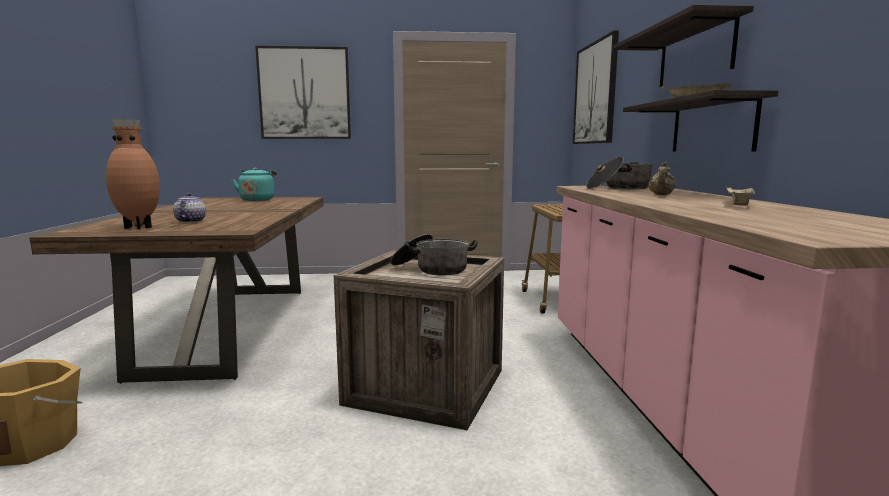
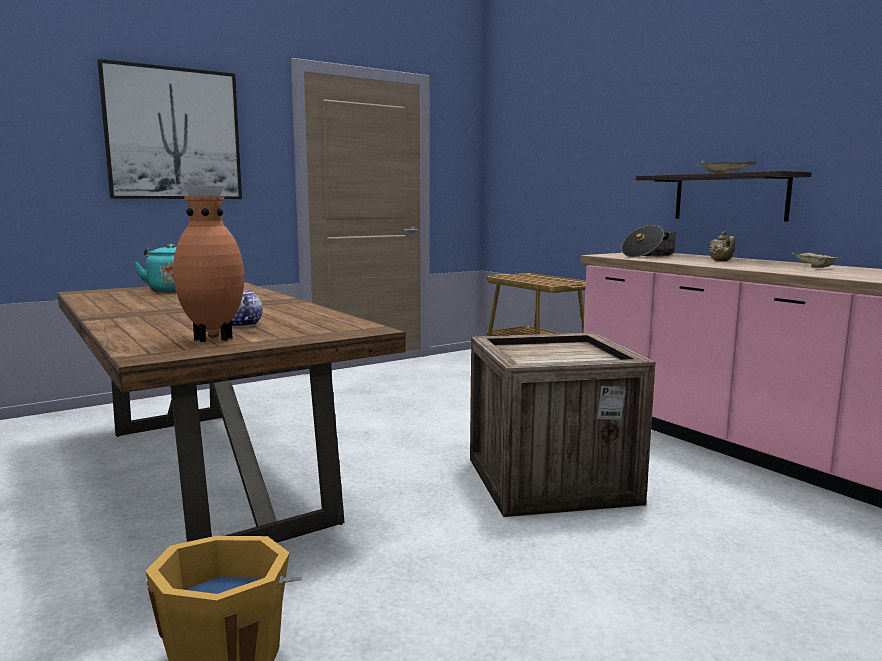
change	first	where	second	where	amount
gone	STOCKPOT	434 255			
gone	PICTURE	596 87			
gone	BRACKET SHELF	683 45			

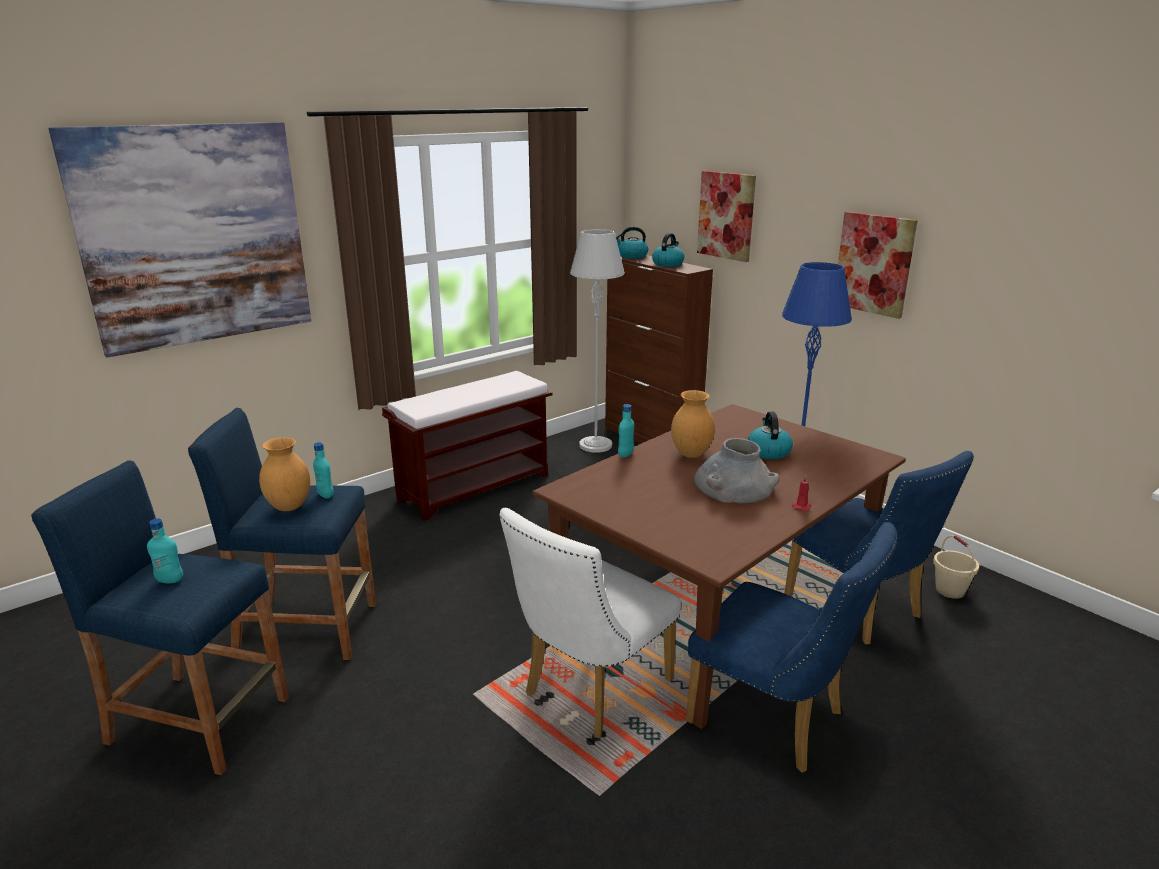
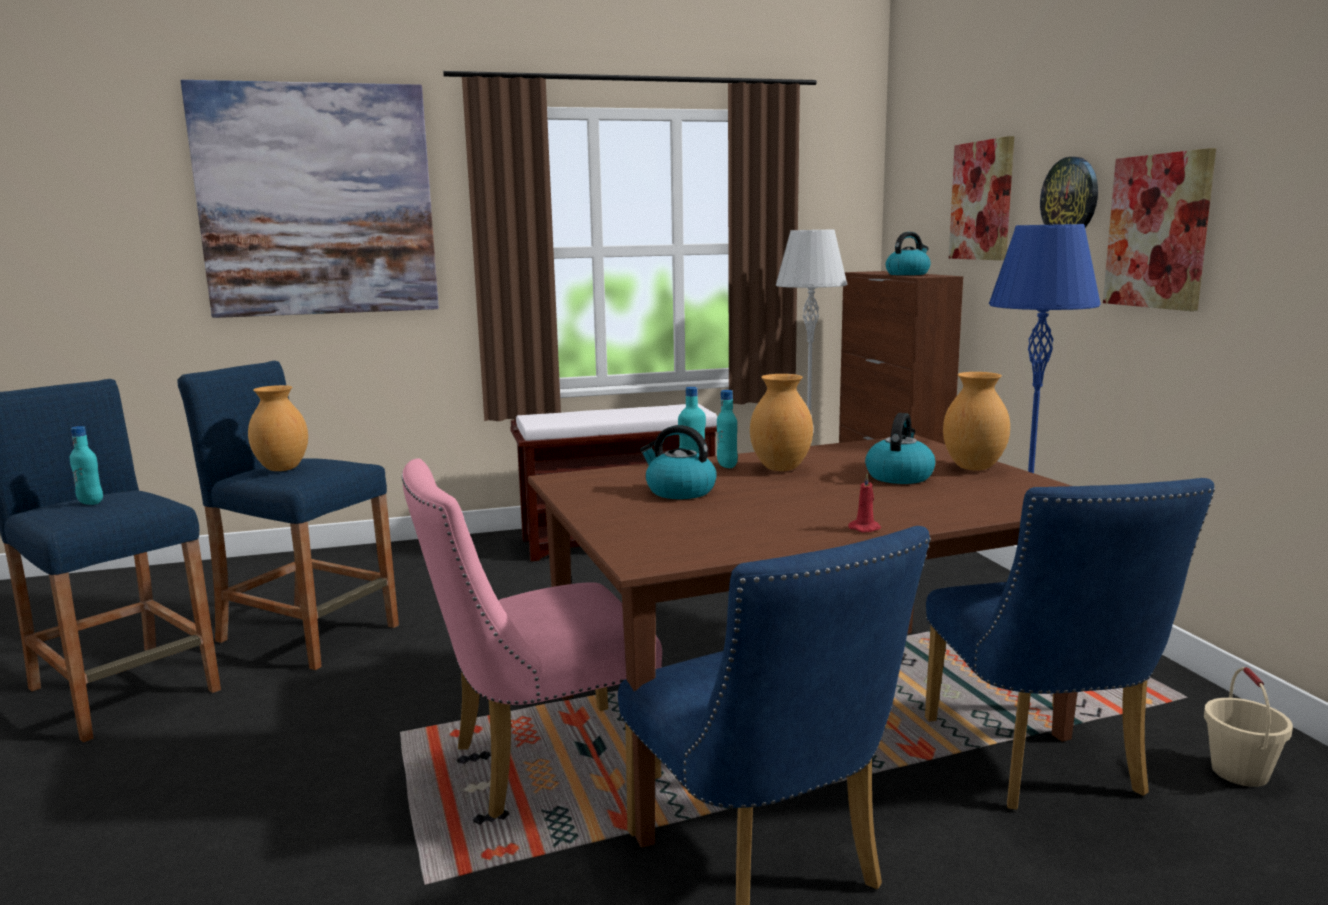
change	first	where	second	where	amount
gone	GRAY FLOWER VASE	737 470			
new			BROWN FLOWER VASE	976 421	
new			WALL CLOCK	1069 192	
shifted	BLUE-GREEN DRINK BOTTLE	323 470		727 429	
shifted	TEA KETTLE	632 242		678 462	
repainted	WHITE-COLOURED PLAIN CHAIR	590 623	PINK-COLOURED PLAIN CHAIR	532 638	

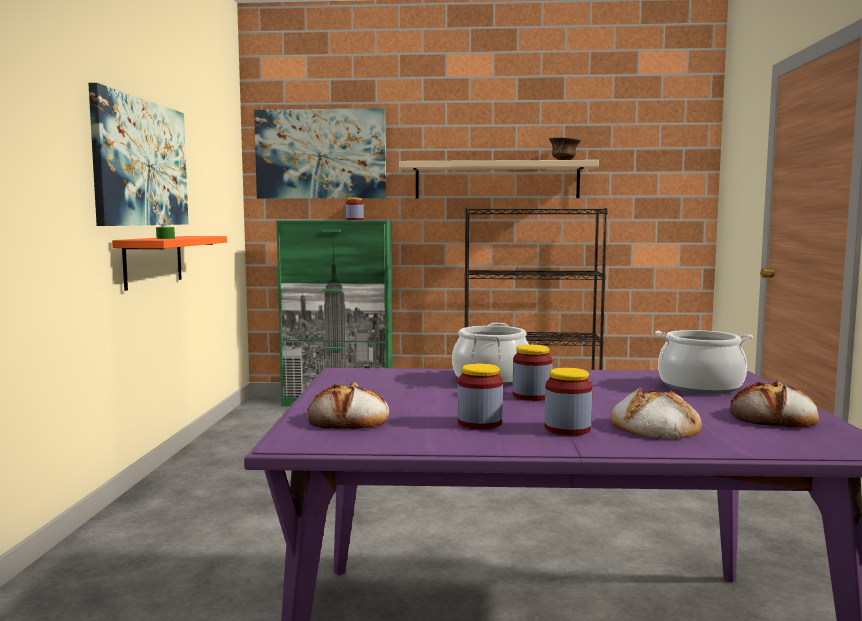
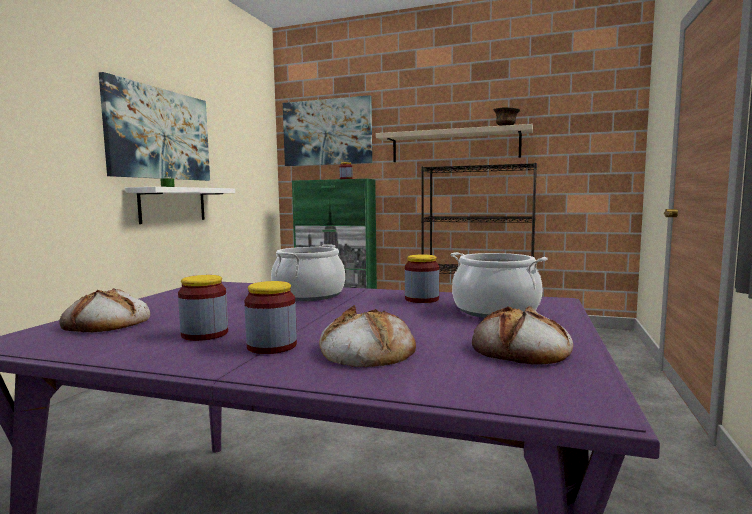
change	first	where	second	where	amount
shifted	JAR	532 373		422 279	
repainted	ORANGE BRACKET SHELF	169 263	WHITE-COLOURED BRACKET SHELF	180 205	

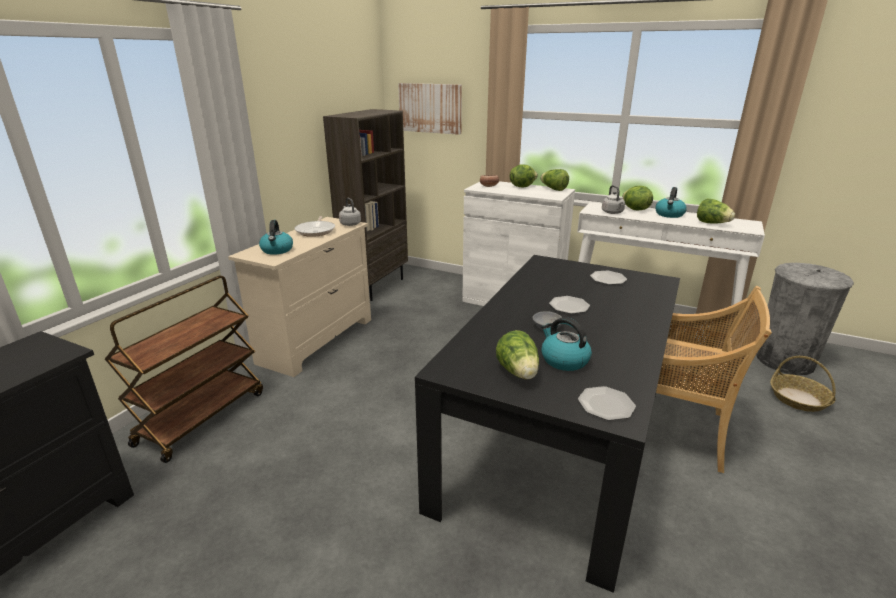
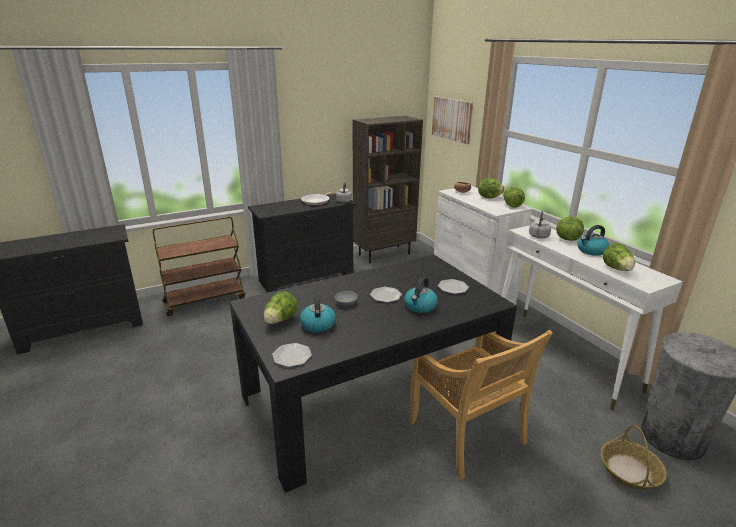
change	first	where	second	where	amount
shifted	TEA KETTLE	276 237		421 295	
repainted	BEIGE CHEST OF DRAWERS	299 297	BLACK CHEST OF DRAWERS	302 243	

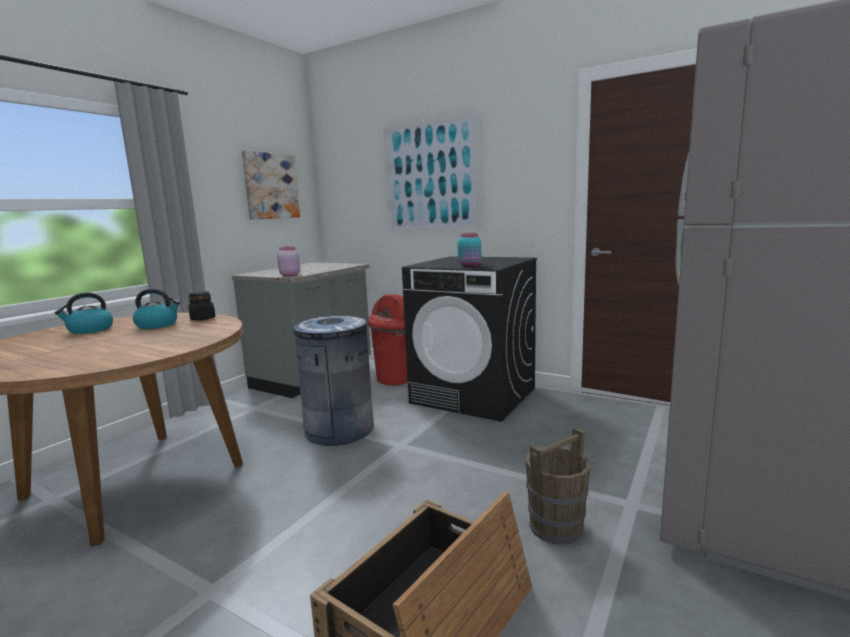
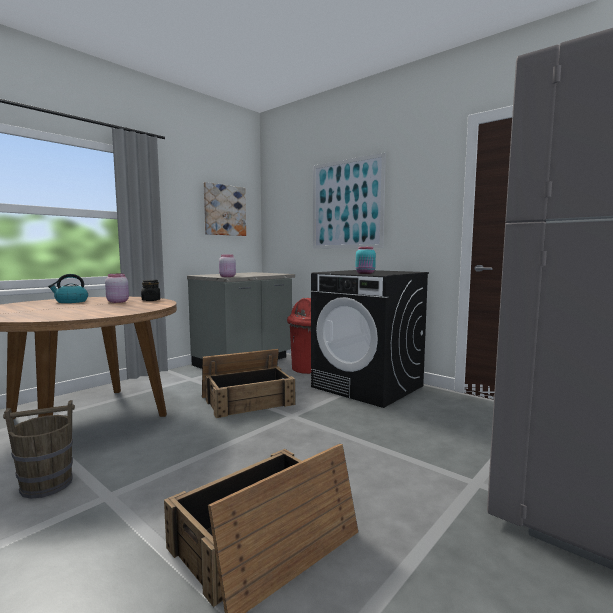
change	first	where	second	where	amount
shifted	BROWN WATER BUCKET	558 486		39 449	
swapped	TEA KETTLE	156 308	PINK-COLOURED JAR	117 288	
swapped	GRAY TRASH CAN	333 381	CRATE	248 383	

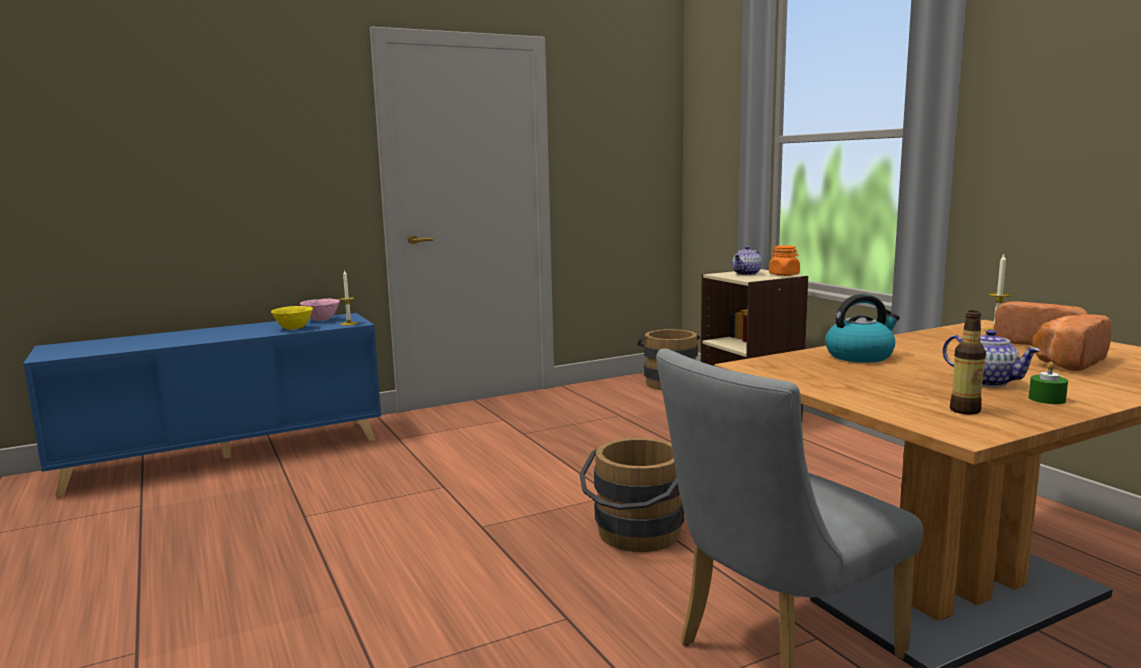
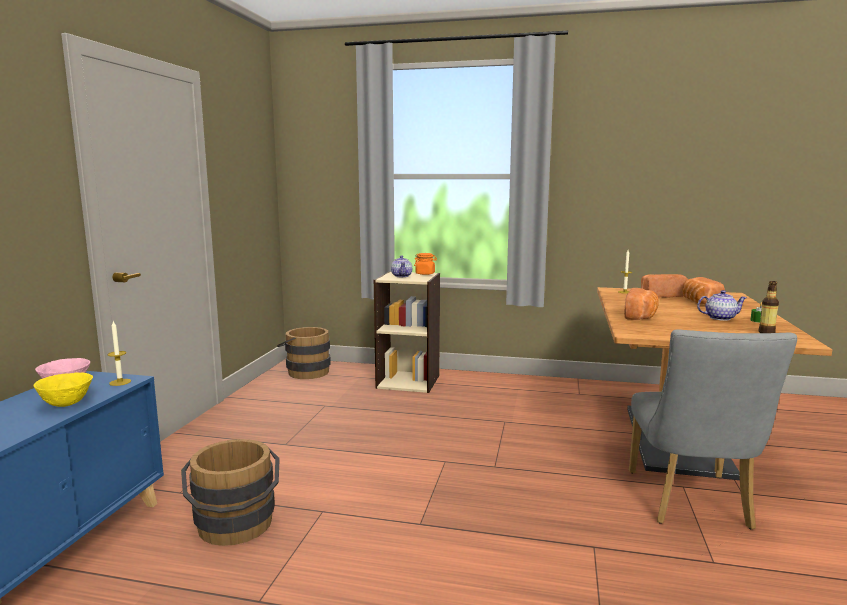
change	first	where	second	where	amount
shifted	BROWN WATER BUCKET	631 495		230 492	
swapped	TEA KETTLE	862 328	BAKERY BREAD	641 304	

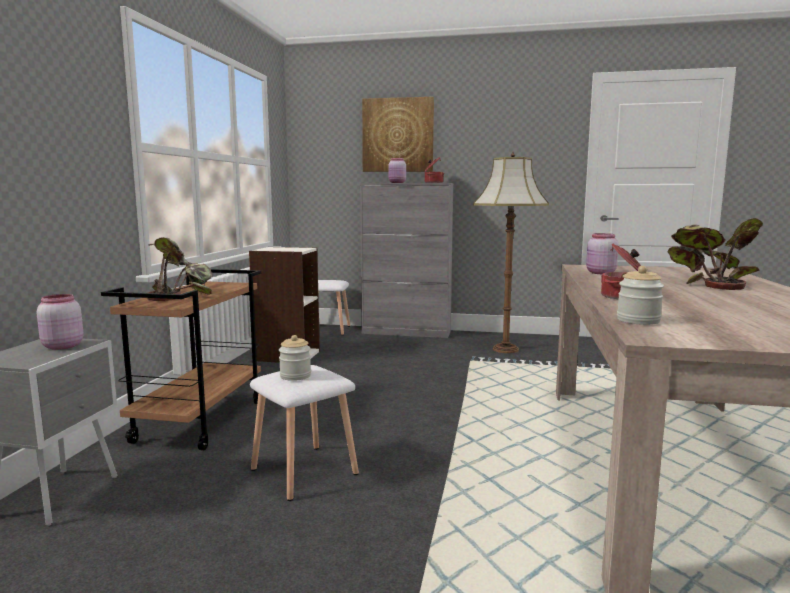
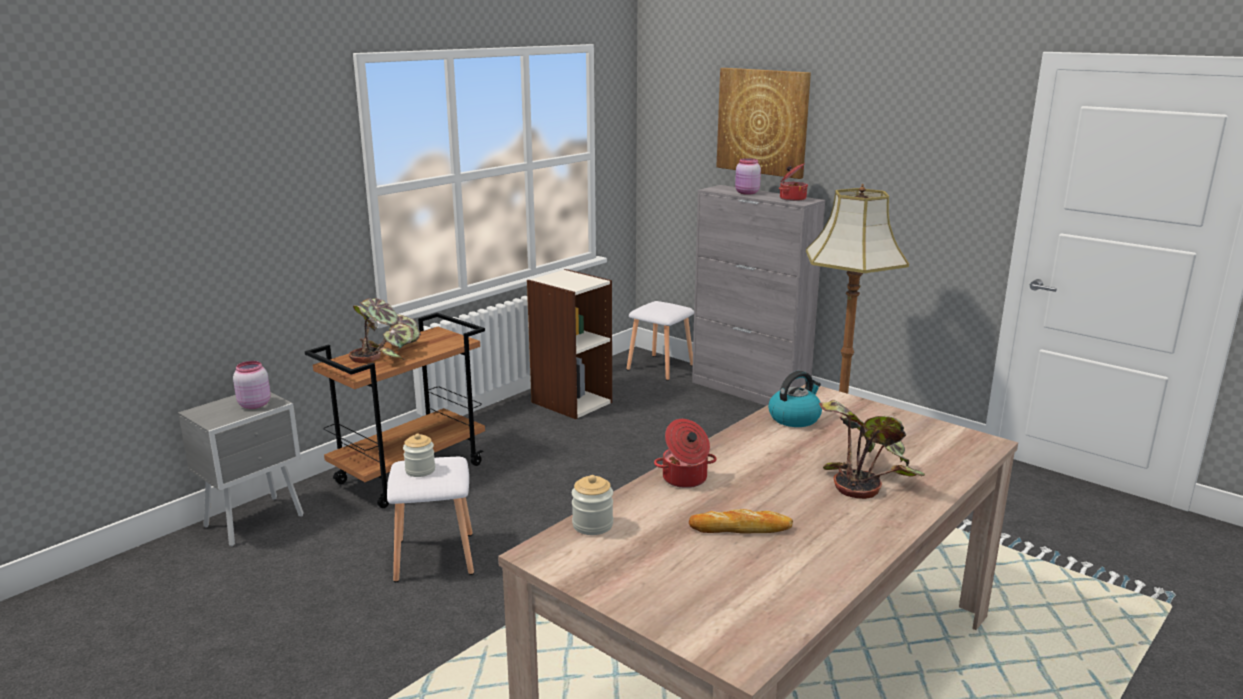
change	first	where	second	where	amount
new			BAKERY BREAD	741 521	
swapped	PINK-COLOURED JAR	602 253	TEA KETTLE	795 399	

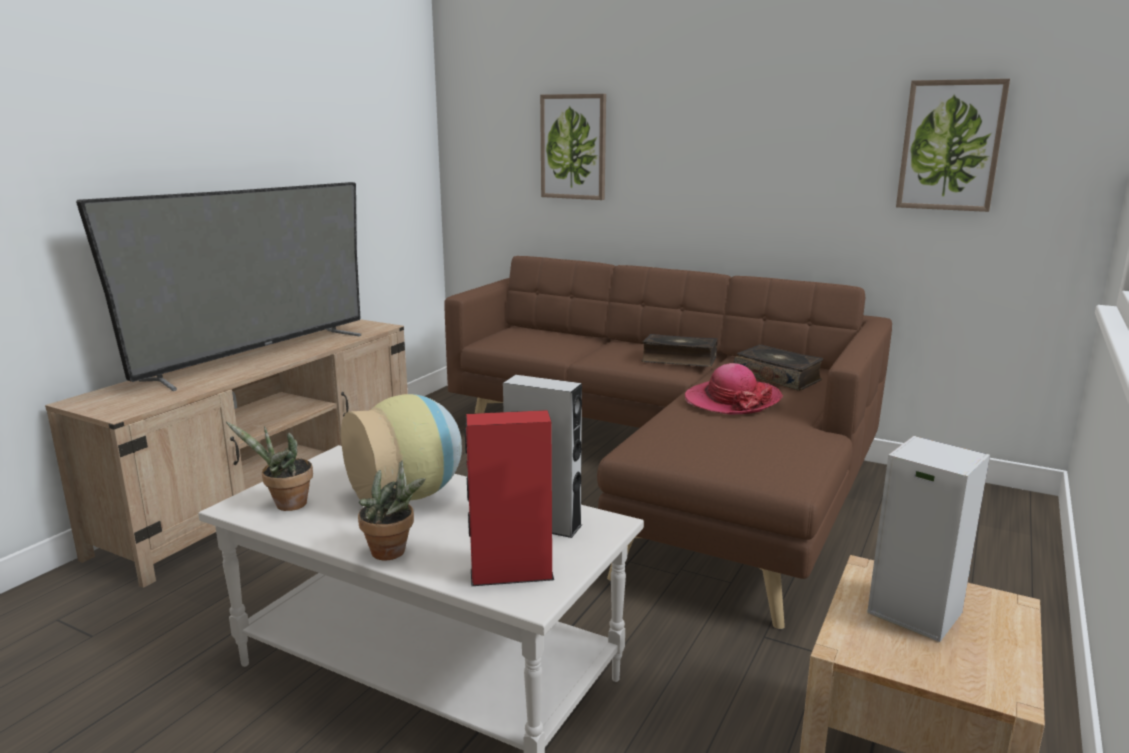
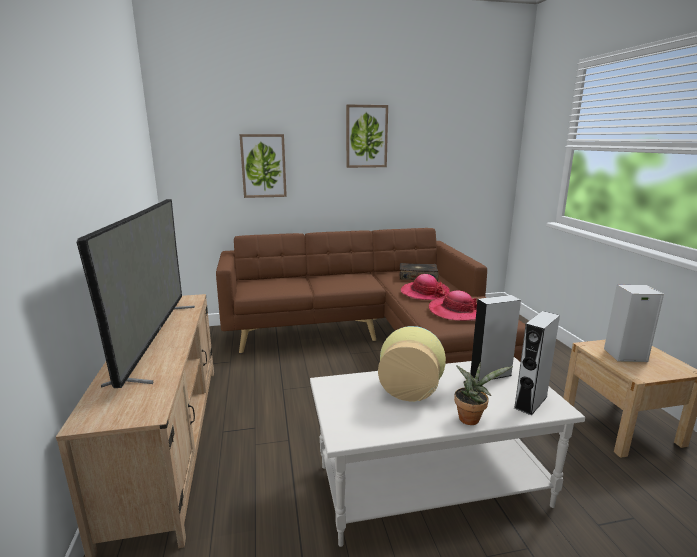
change	first	where	second	where	amount
gone	POTTED PLANT	269 466			
gone	VOLUME	680 350			
new			HAT	453 305	
shifted	PICTURE	953 145		367 136	
repainted	REDDISH LOUDSPEAKER	509 498	GRAY LOUDSPEAKER	537 363	

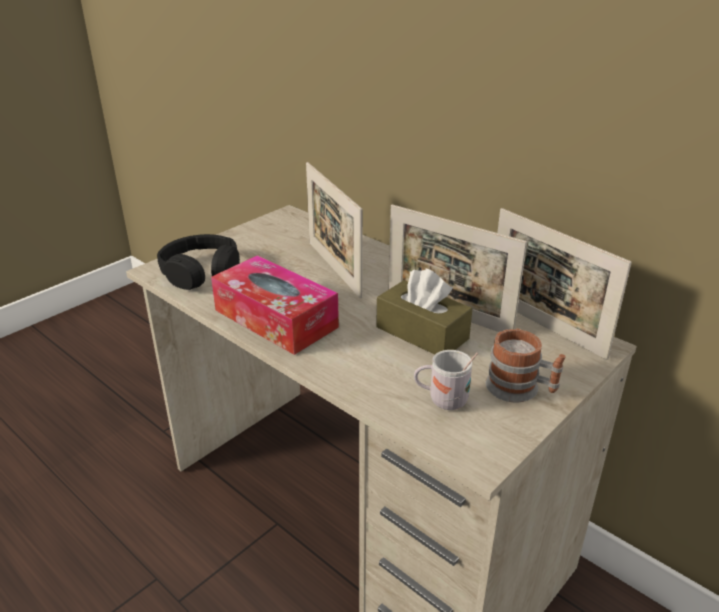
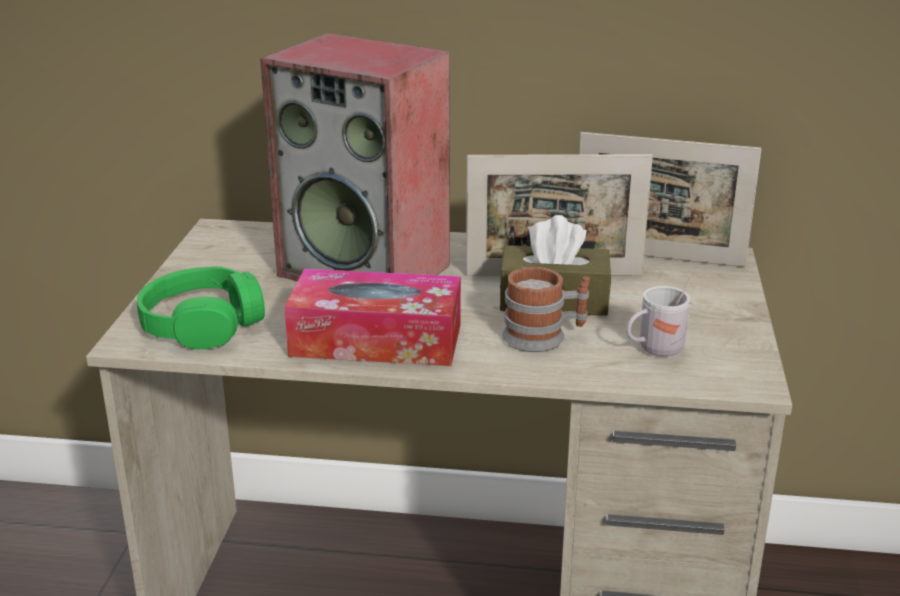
change	first	where	second	where	amount
shifted	MUG	525 365		546 309	
swapped	STANDING FRAME	334 230	LOUDSPEAKER	355 157	
repainted	BLACK HEADSET	198 262	GREEN-COLOURED HEADSET	201 308	

